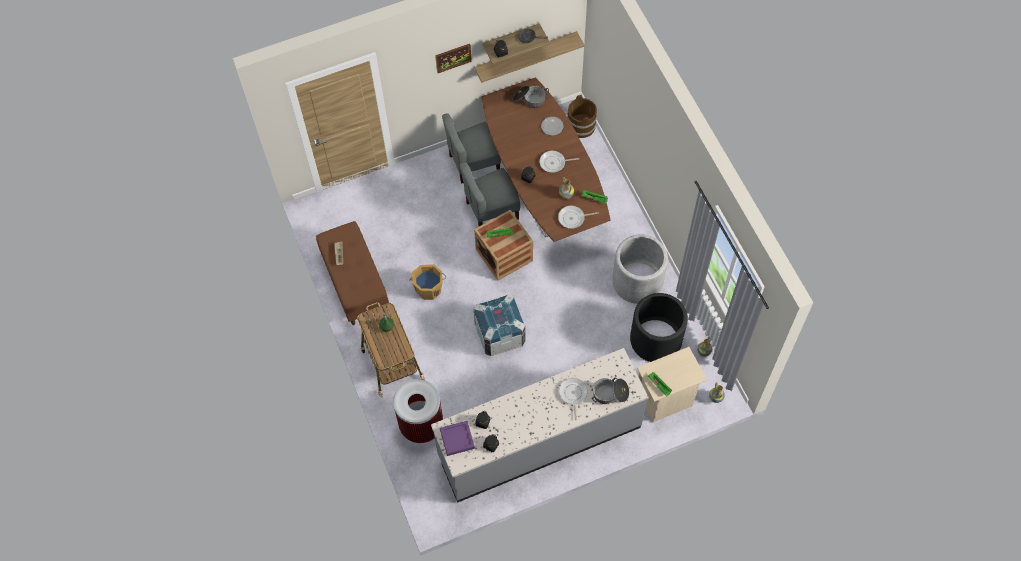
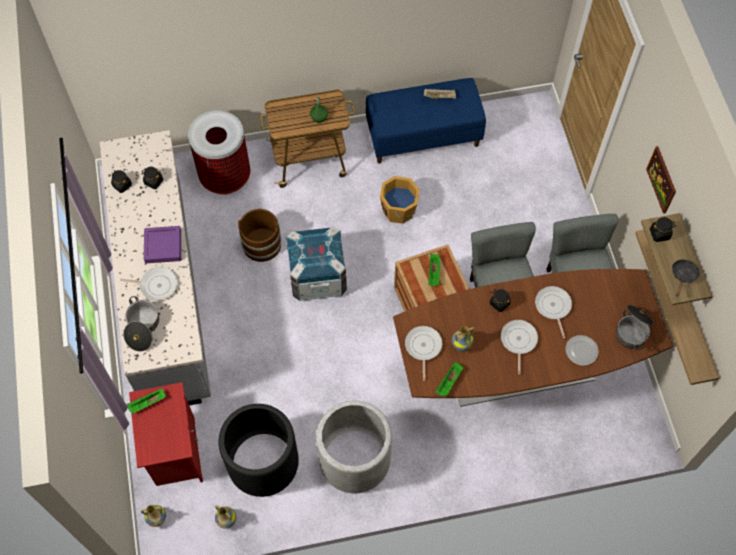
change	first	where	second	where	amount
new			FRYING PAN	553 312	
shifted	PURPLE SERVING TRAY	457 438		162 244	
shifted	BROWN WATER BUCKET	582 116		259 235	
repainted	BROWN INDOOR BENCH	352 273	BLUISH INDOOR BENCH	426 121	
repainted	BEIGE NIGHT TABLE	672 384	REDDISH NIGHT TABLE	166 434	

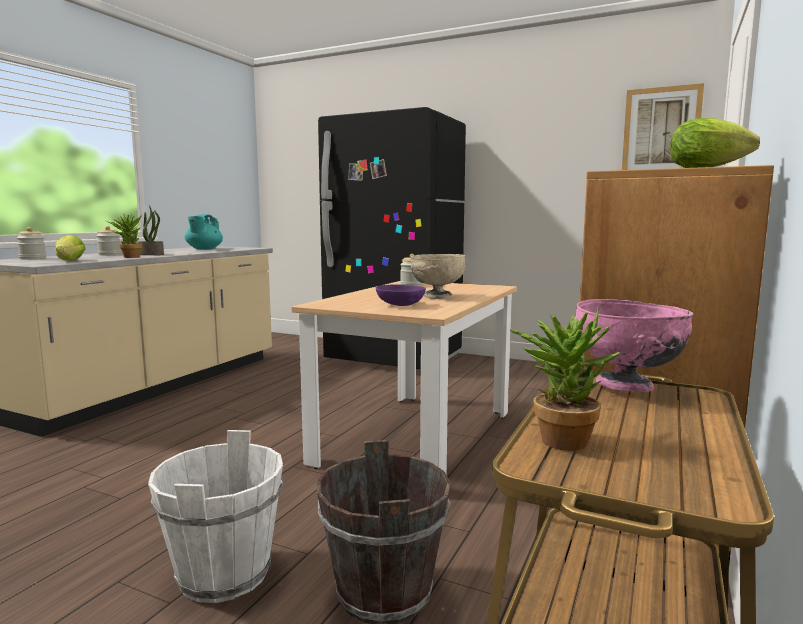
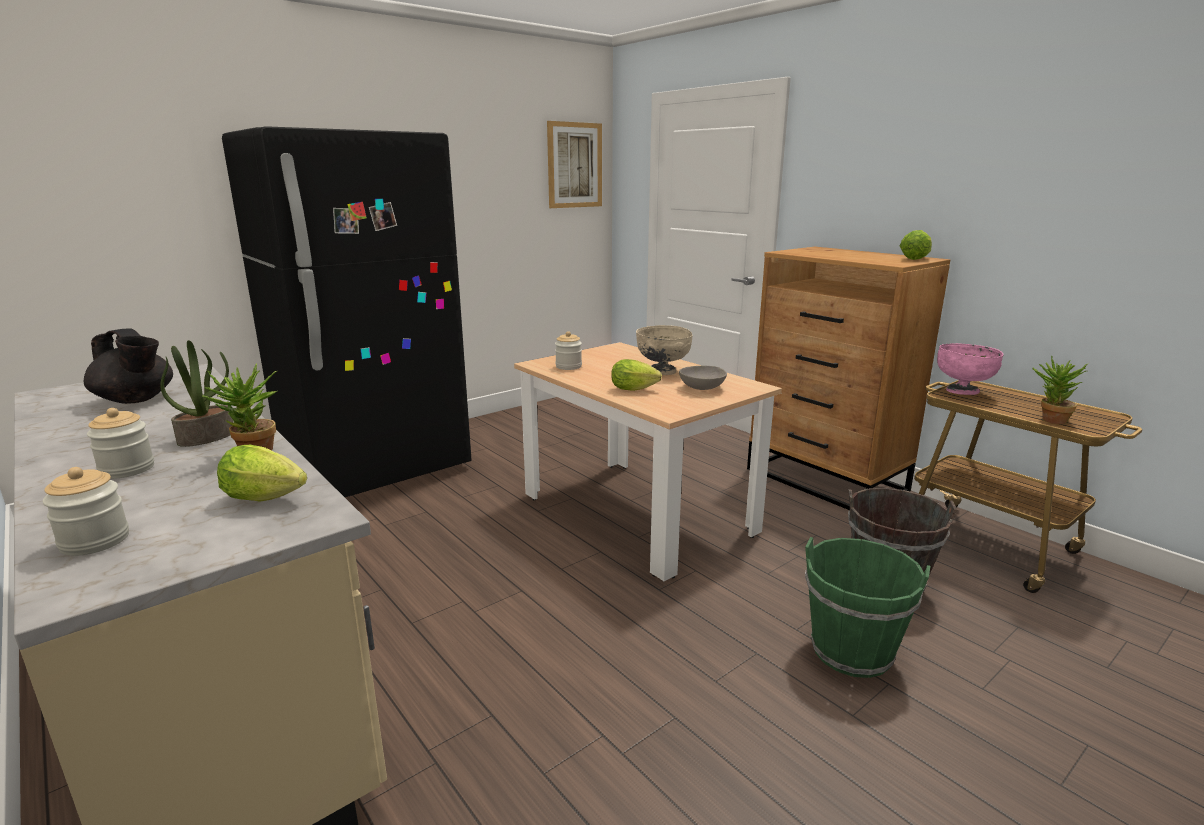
change	first	where	second	where	amount
new			LETTUCE HEAD	636 375	
repainted	WHITE-COLOURED WATER BUCKET	215 516	GREEN-COLOURED WATER BUCKET	868 607	
repainted	BLUE-GREEN TEAPOT	204 232	BLACK TEAPOT	128 366	
repainted	PURPLE DEEP DISH	401 295	GRAY DEEP DISH	703 378	

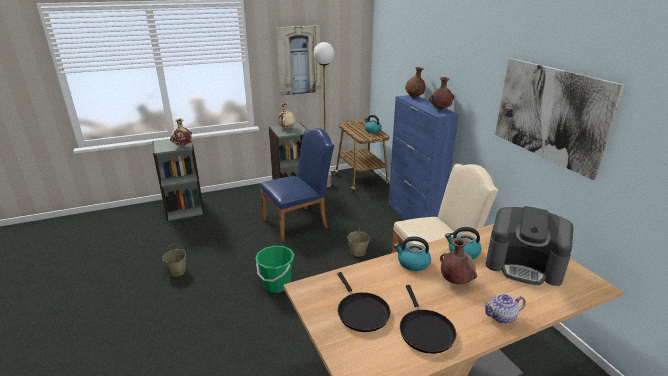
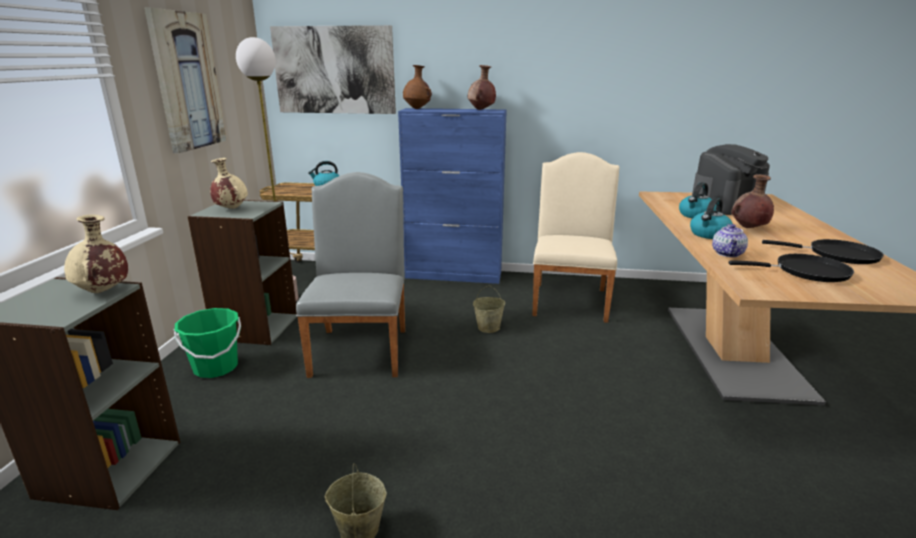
change	first	where	second	where	amount
shifted	GREEN-COLOURED WATER BUCKET	274 269		207 343	
shifted	TEAPOT	504 309		730 240	
shifted	PICTURE	559 119		333 69	
repainted	BLUISH PLAIN CHAIR	297 185	GRAY PLAIN CHAIR	350 275	

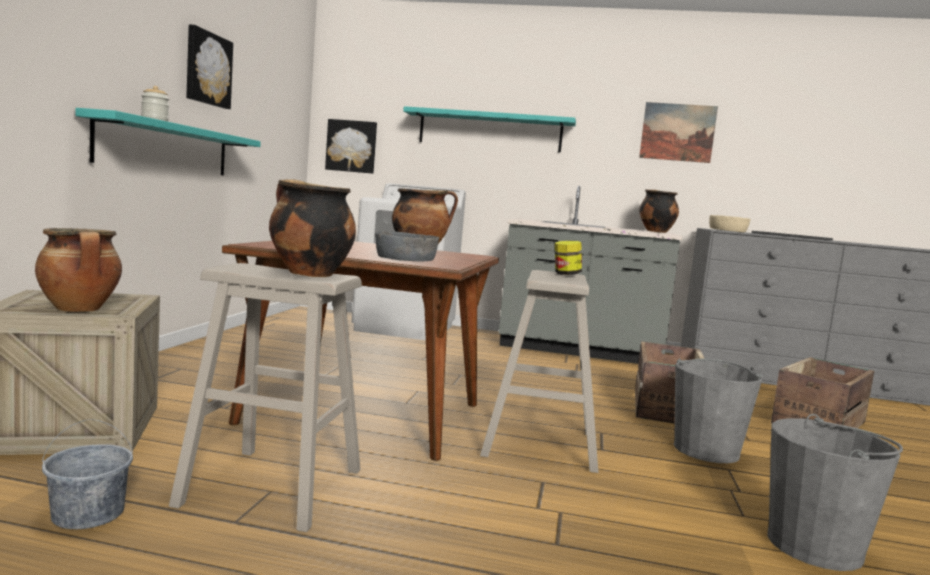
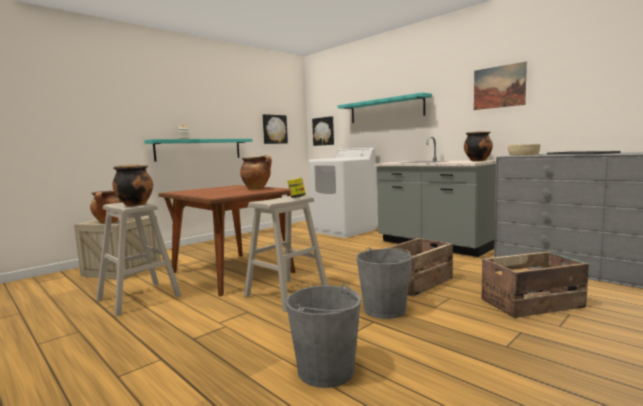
change	first	where	second	where	amount
gone	GRAY WATER BUCKET	87 474			
gone	GRAY DEEP DISH	407 246			
shifted	PICTURE	209 67		275 129	

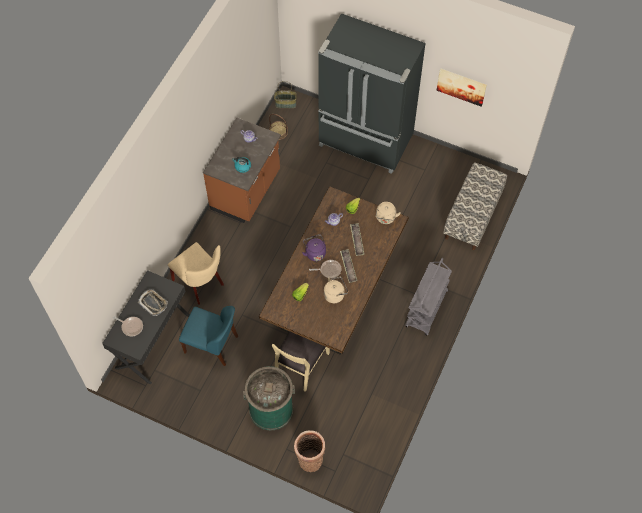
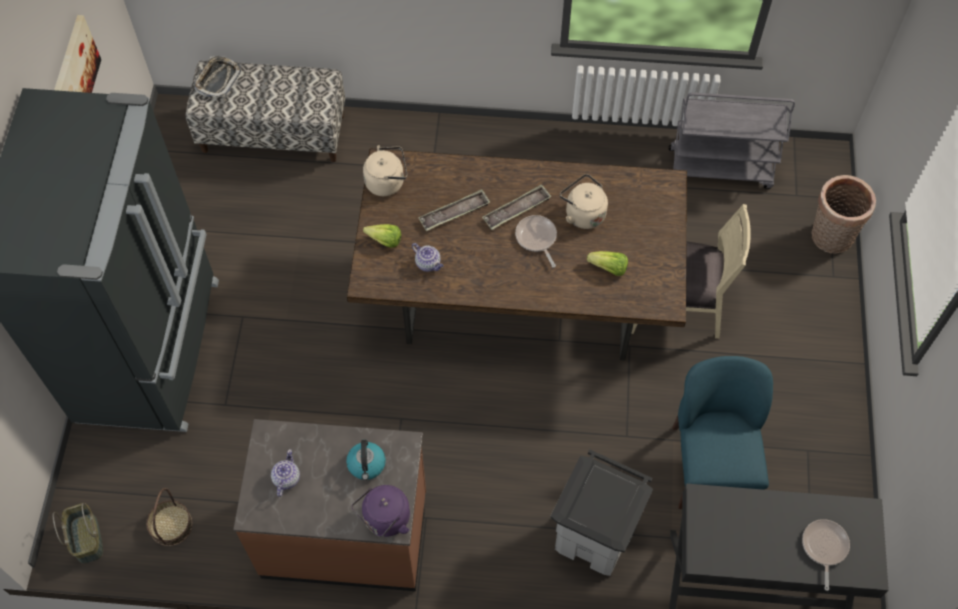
change	first	where	second	where	amount
gone	GREEN-COLOURED TRASH CAN	269 398			
shifted	SERVING TRAY	153 302		218 76	
shifted	PURPLE TEA KETTLE	314 247		381 511	
shifted	GRAY TROLLEY	428 297		732 141	
swapped	BEIGE PLAIN CHAIR	196 273	GRAY TRASH CAN	601 512	

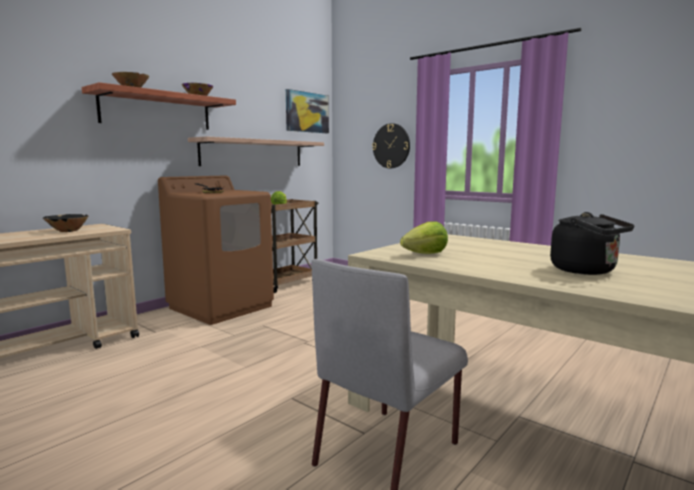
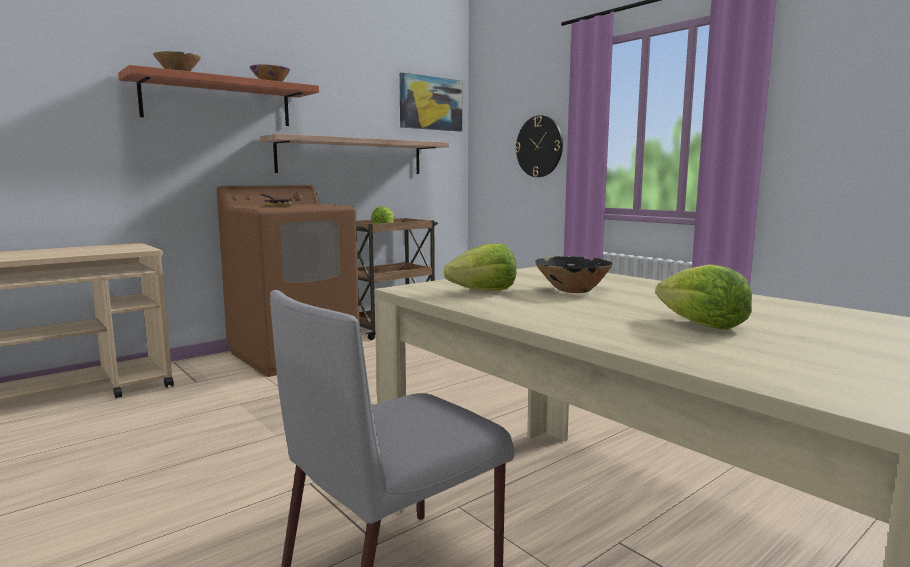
change	first	where	second	where	amount
shifted	BLACK DEEP DISH	65 223		574 274	
swapped	BLACK TEA KETTLE	592 243	LETTUCE HEAD	703 297	

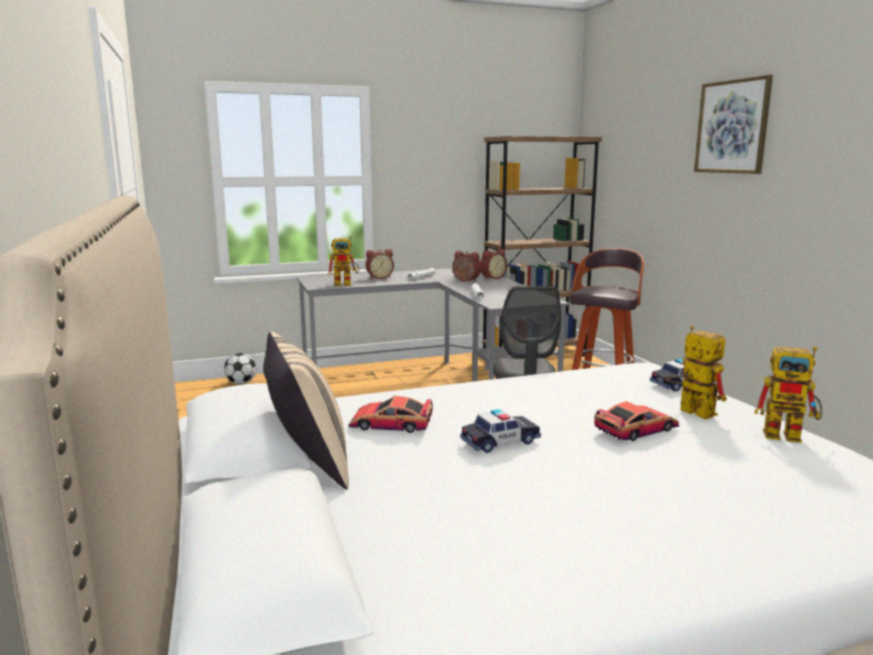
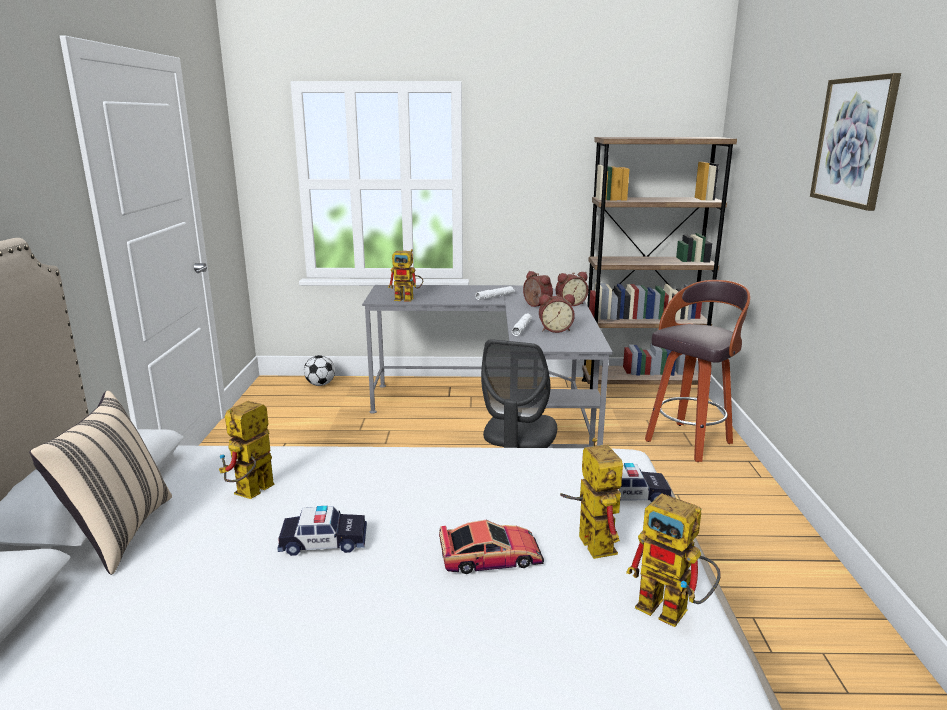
change	first	where	second	where	amount
shifted	TABLE CLOCK	380 264		557 313	
swapped	MINIATURE CAR	390 414	MODEL ROBOT	246 450	

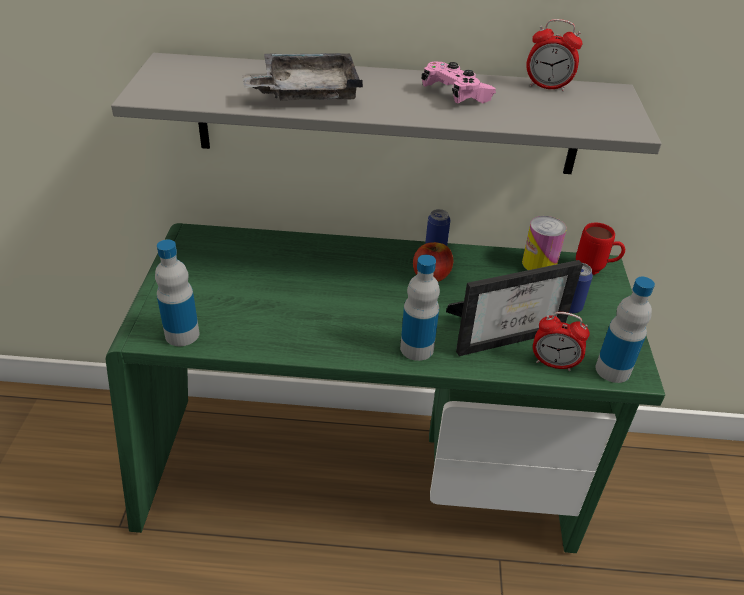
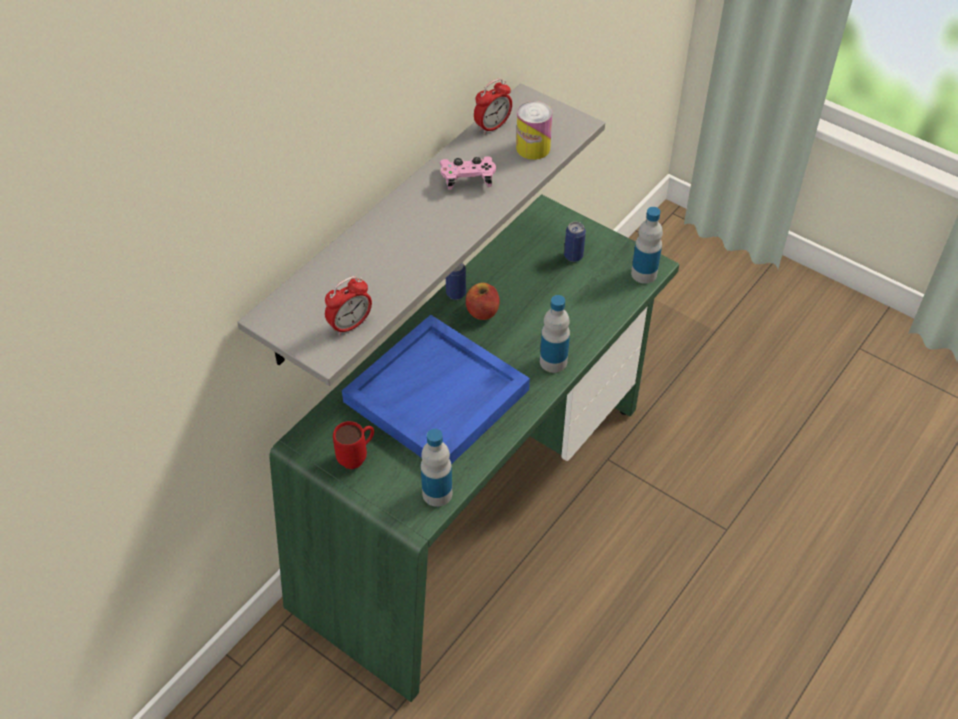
change	first	where	second	where	amount
gone	GRAY SERVING TRAY	303 77			
gone	STANDING FRAME	514 308			
new			BLUISH SERVING TRAY	436 389	
shifted	CAN	544 243		534 130	
shifted	TABLE CLOCK	561 341		348 306	
shifted	REDDISH MUG	600 249		353 445	

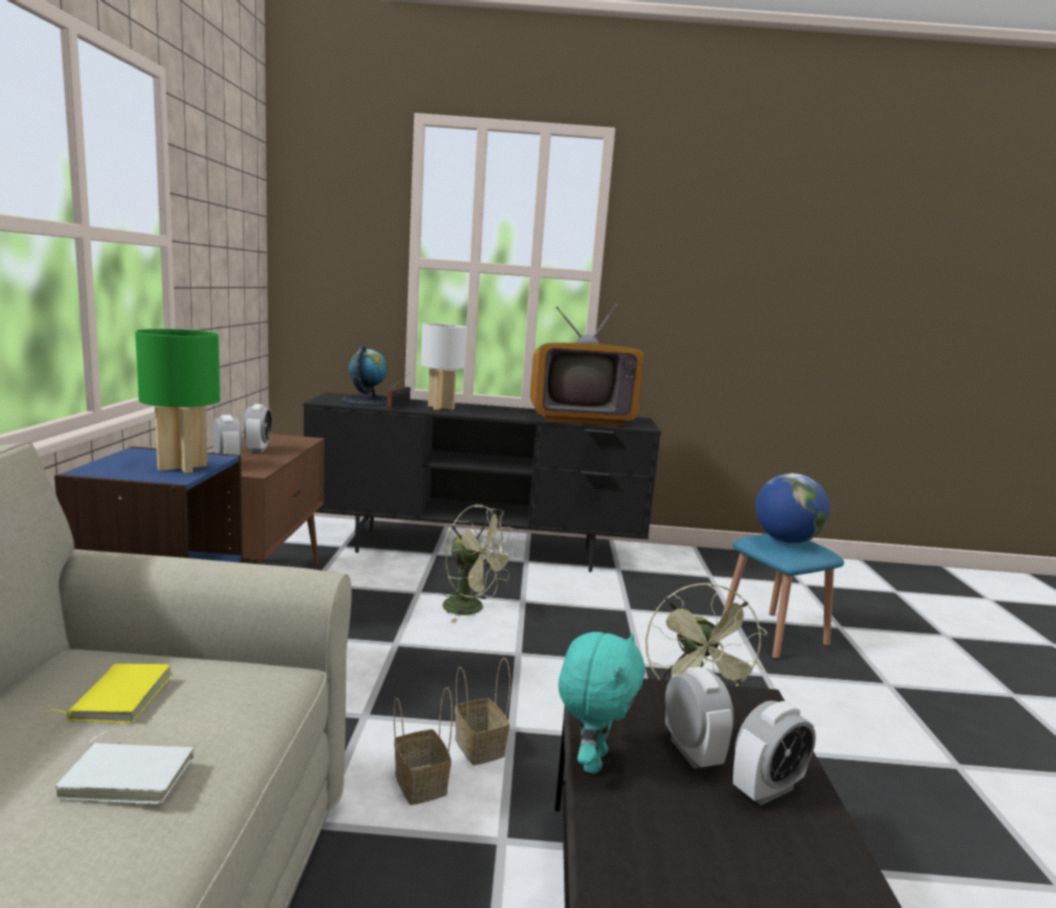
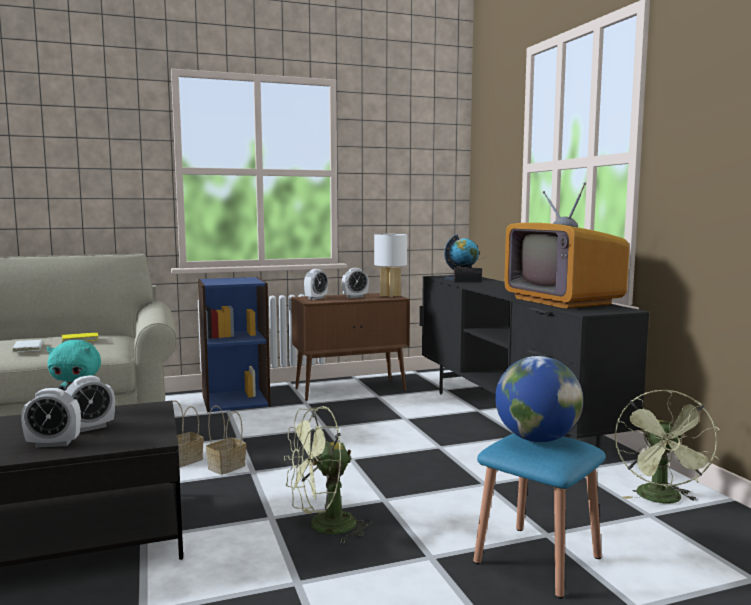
change	first	where	second	where	amount
gone	GREEN-COLOURED TABLETOP LAMP	177 401			
shifted	WHITE-COLOURED TABLETOP LAMP	444 366		390 265	
shifted	GREEN-COLOURED COOLING FAN	479 564		667 446	
rotated	TABLE CLOCK	774 753		51 418	45 degrees counterclockwise

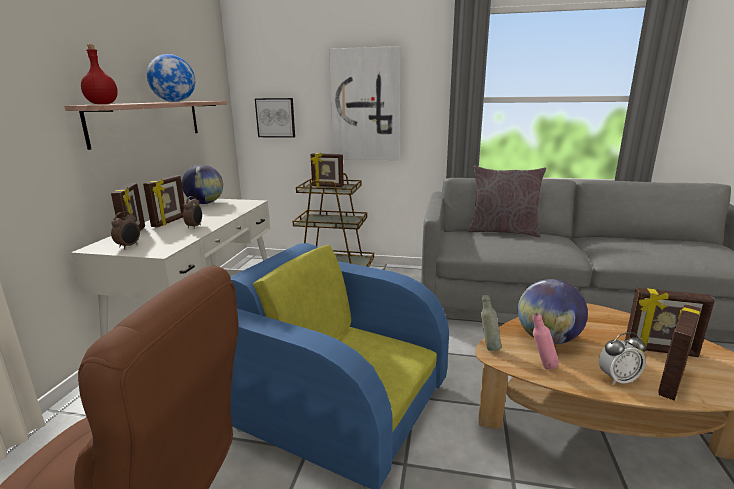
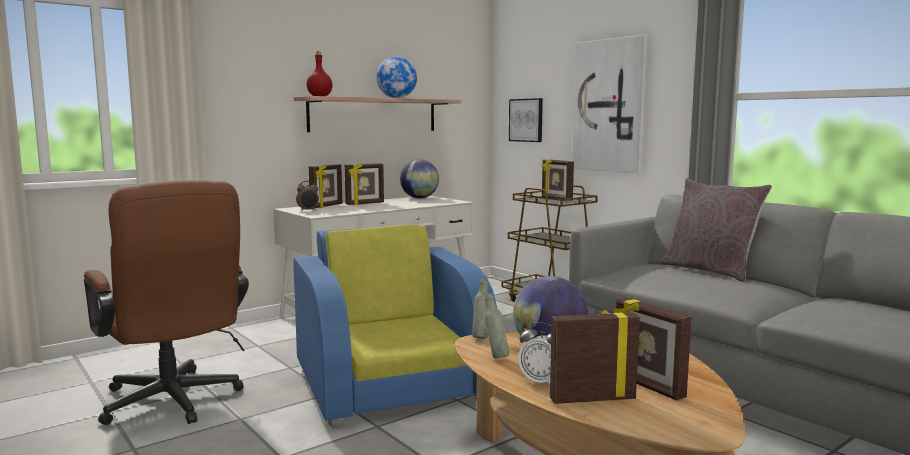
change	first	where	second	where	amount
gone	TABLE CLOCK	192 212			
repainted	PINK-COLOURED DRINK BOTTLE	546 341	GRAY DRINK BOTTLE	496 326	

